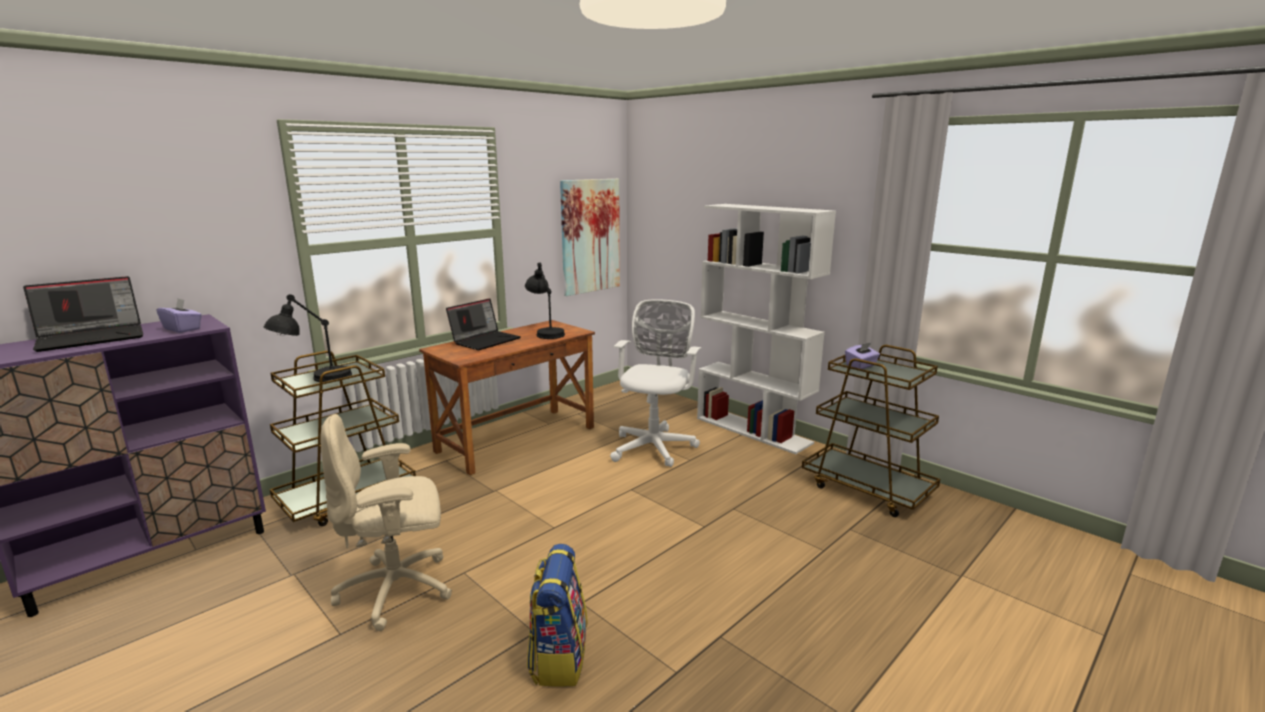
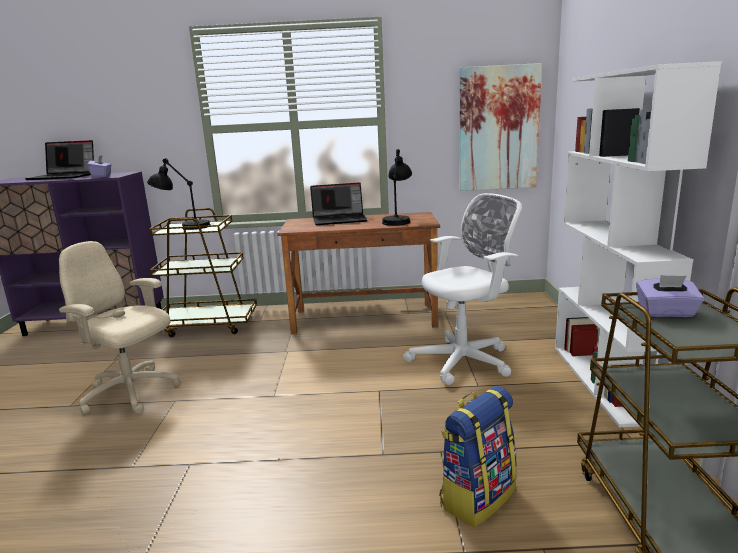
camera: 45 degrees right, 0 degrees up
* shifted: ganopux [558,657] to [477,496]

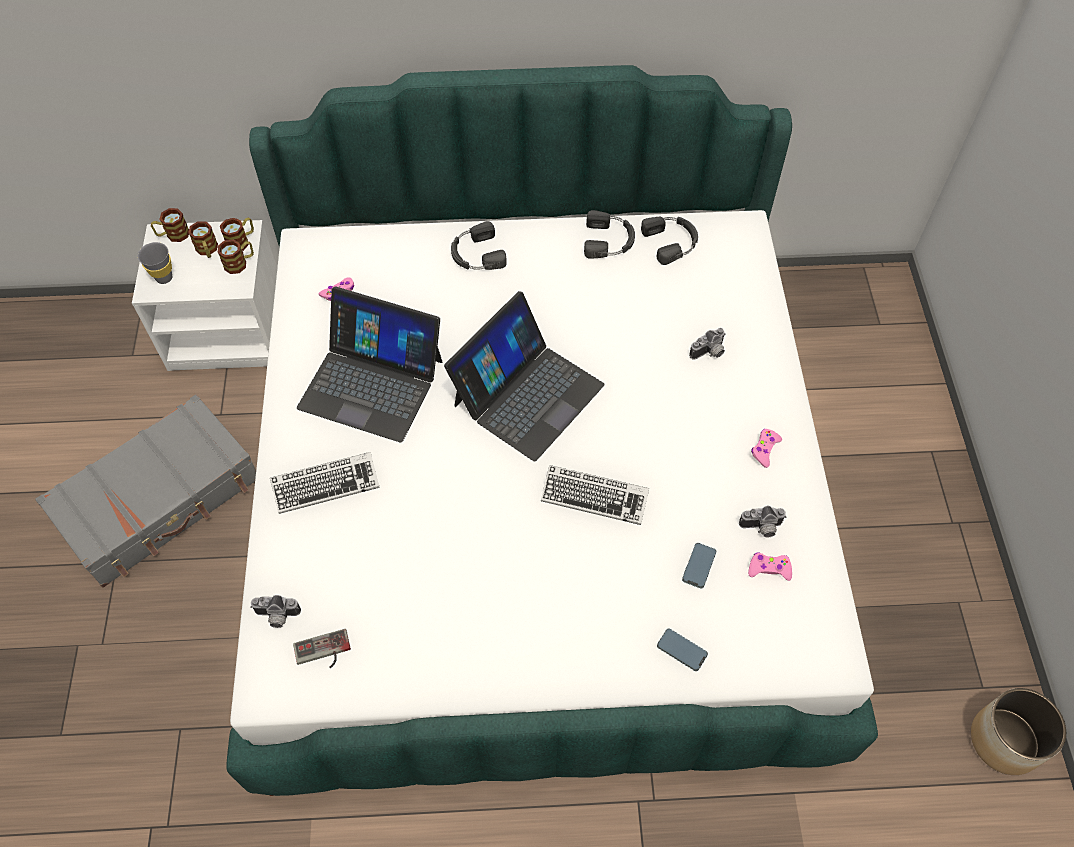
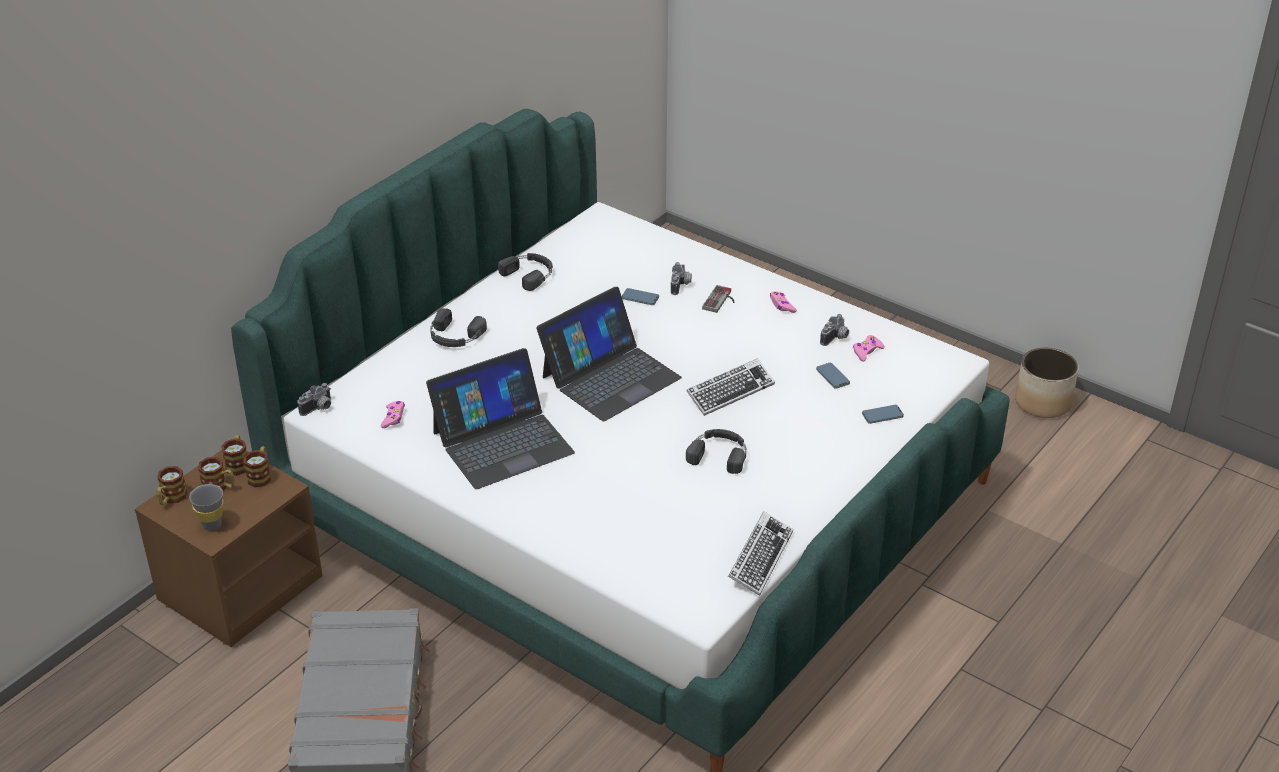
camera: 50 degrees left, 20 degrees down
* repainted: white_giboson [229,330] to brown_giboson [240,587]
* shifted: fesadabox [277,617] to [318,408]
* shifted: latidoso [326,485] to [760,558]
* shifted: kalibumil [323,653] to [721,301]
* rotated: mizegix [527,394] = [610,377] 60 degrees clockwise
* shifted: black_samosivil [672,241] to [719,454]
* new: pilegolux [640,298]

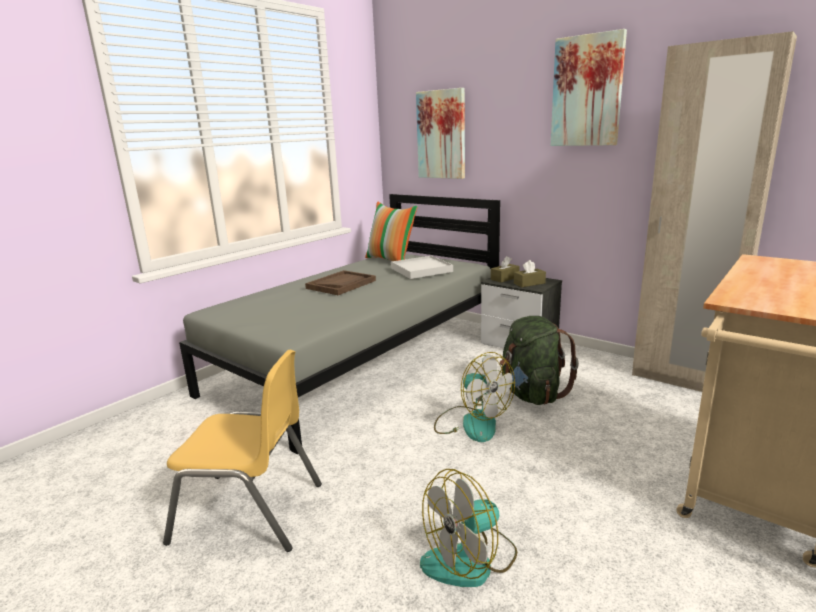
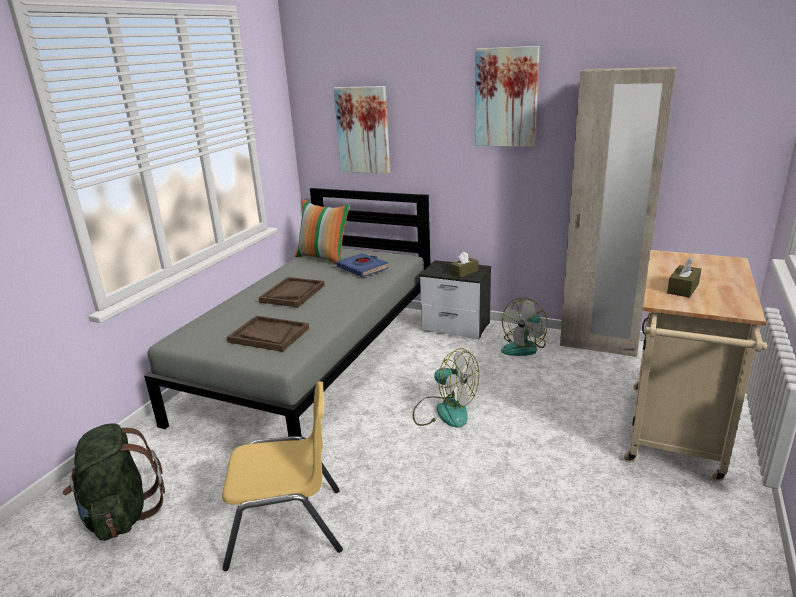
camera: 15 degrees left, 5 degrees up
* swapped: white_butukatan [421,270] to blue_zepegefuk [362,268]
* shifted: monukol [470,559] to [524,347]
* shifted: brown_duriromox [504,278] to [683,288]
* shifted: green_ganopux [531,394] to [121,514]
* new: brown_butukatan [268,335]

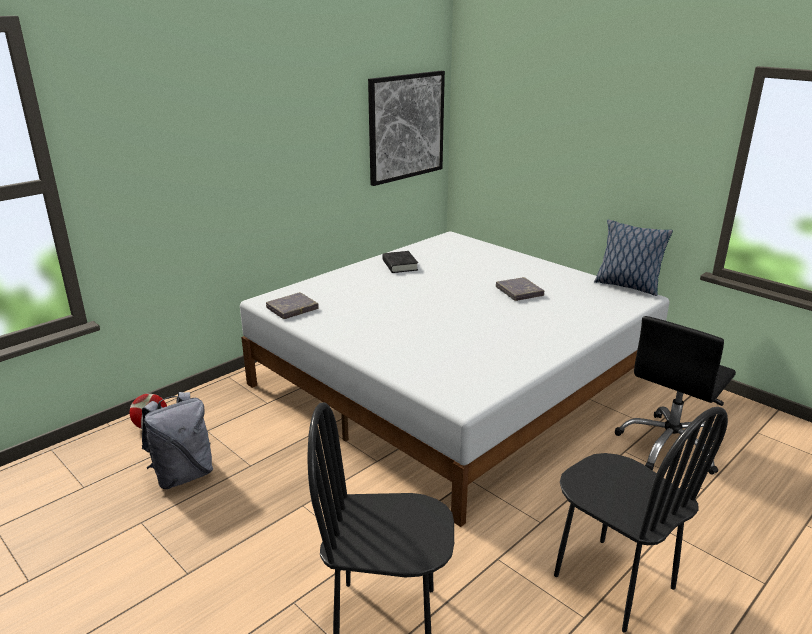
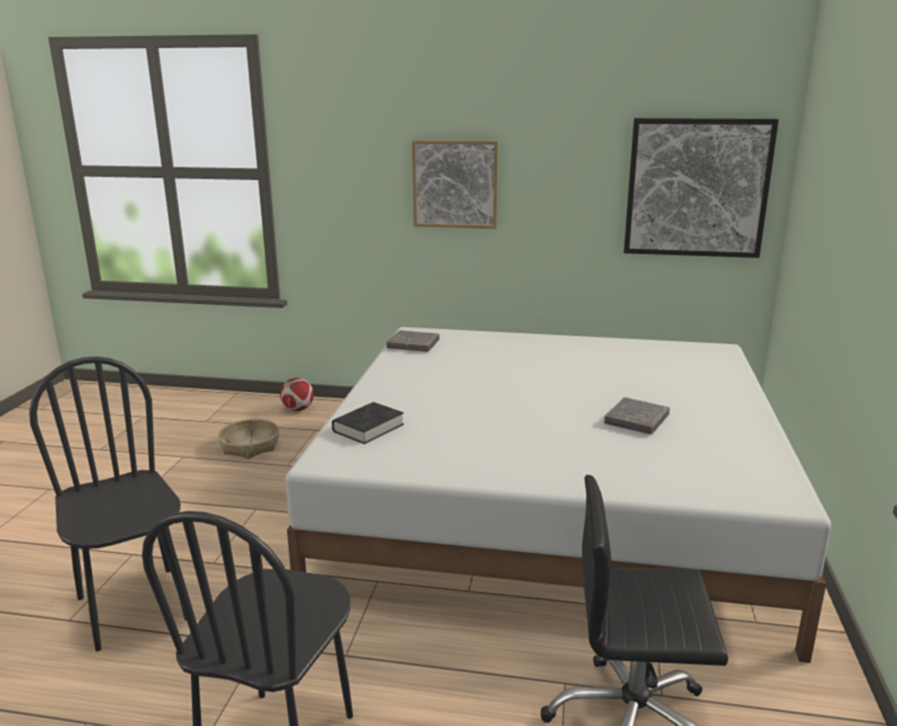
camera: 55 degrees right, 5 degrees down
* swapped: grey_ganopux [183,475] to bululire [250,446]
* shifted: black_zepegefuk [400,265] to [368,428]
* gone: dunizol [626,286]
* new: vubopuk [455,184]

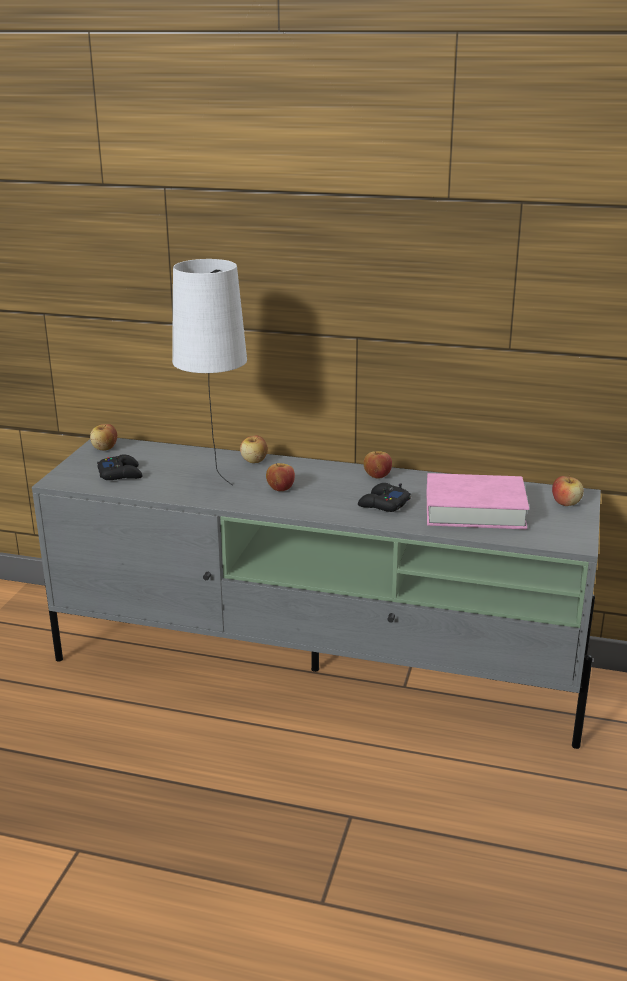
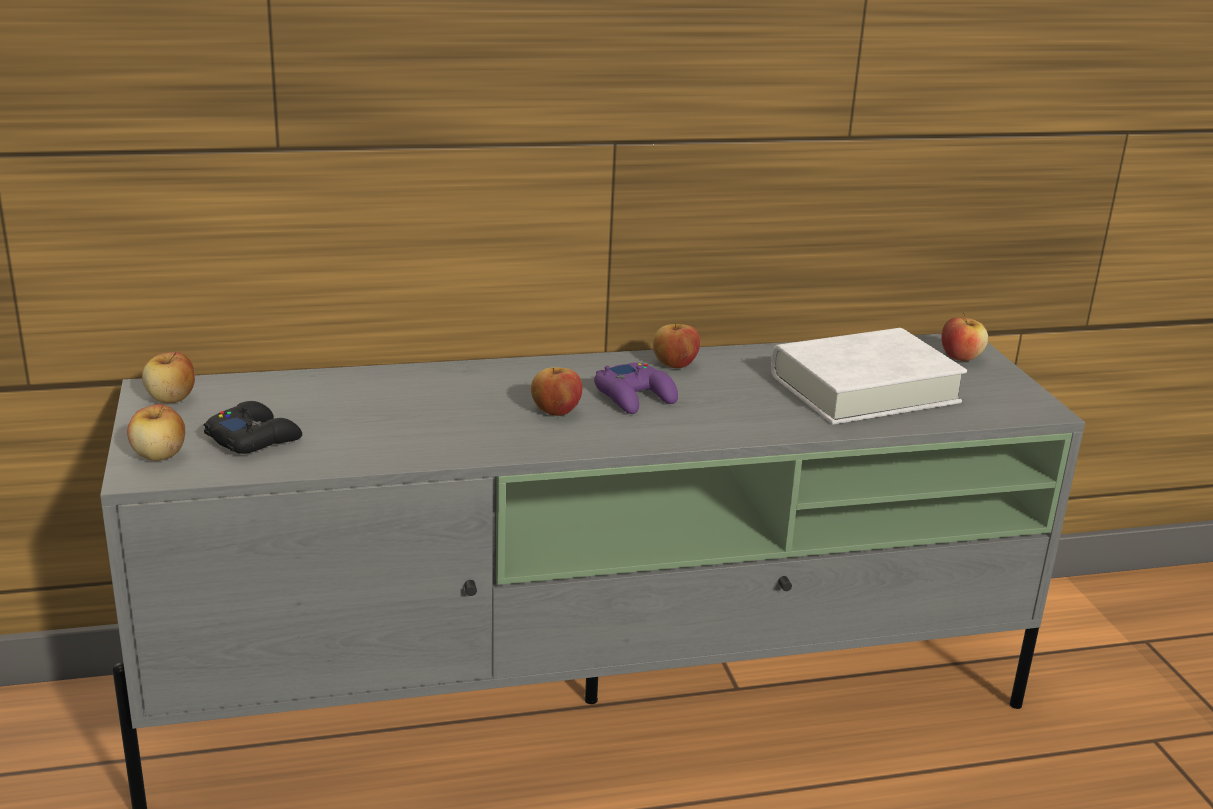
camera: 30 degrees left, 0 degrees up
* gone: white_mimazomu [215,483]
* shifted: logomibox [254,461] to [159,455]
* gone: black_kalibumil [383,504]
* repainted: pink_zepegefuk [475,509] to white_zepegefuk [864,389]
* new: purple_kalibumil [635,397]

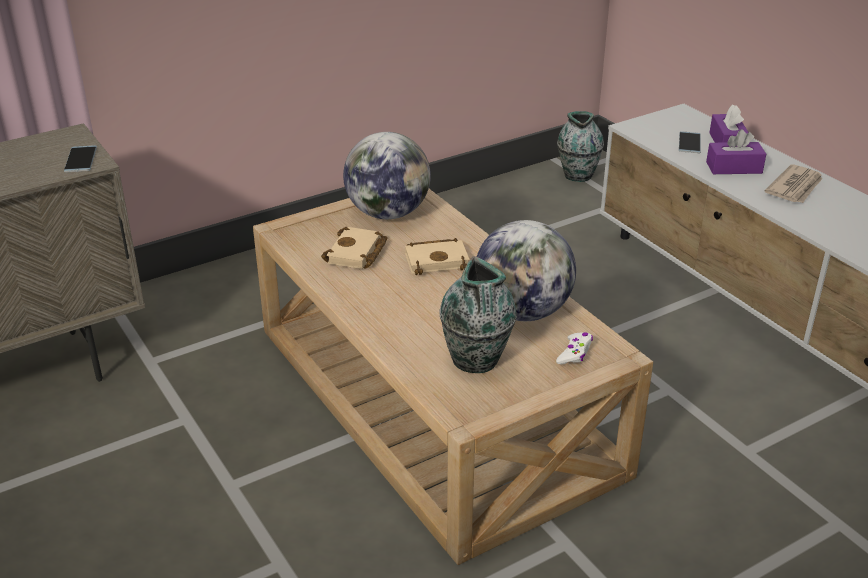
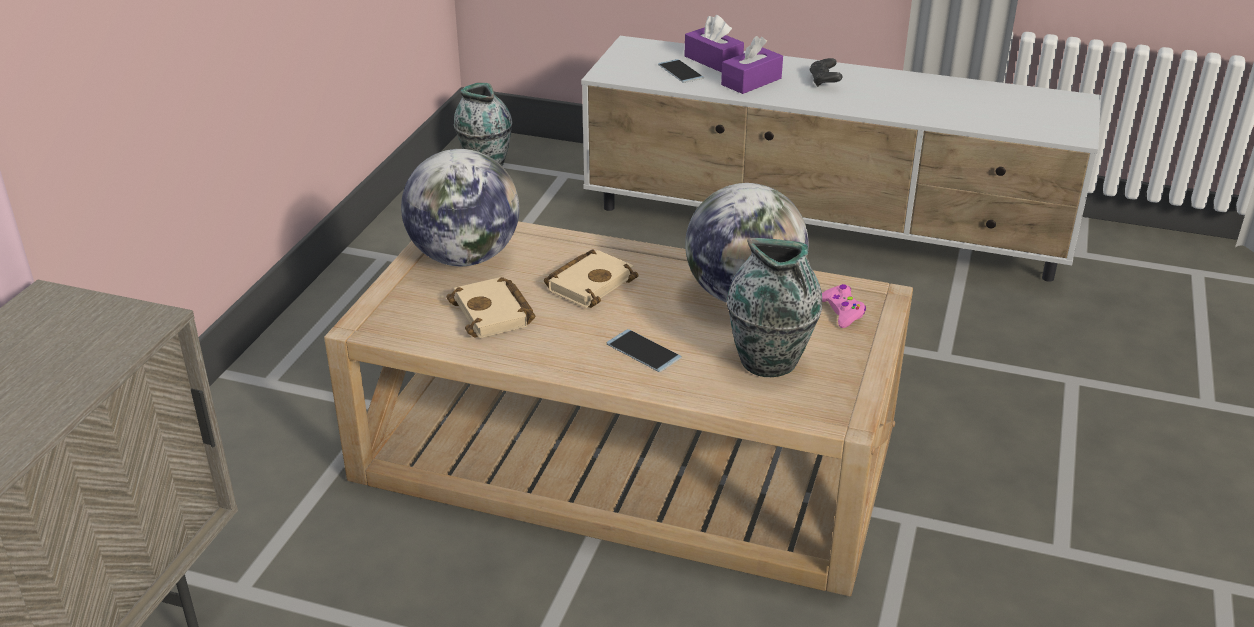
camera: 40 degrees left, 0 degrees up
* shifted: pilegolux [80,159] to [643,351]
* repainted: white_kalibumil [575,353] to pink_kalibumil [842,311]
* swapped: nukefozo [795,187] to black_kalibumil [824,81]

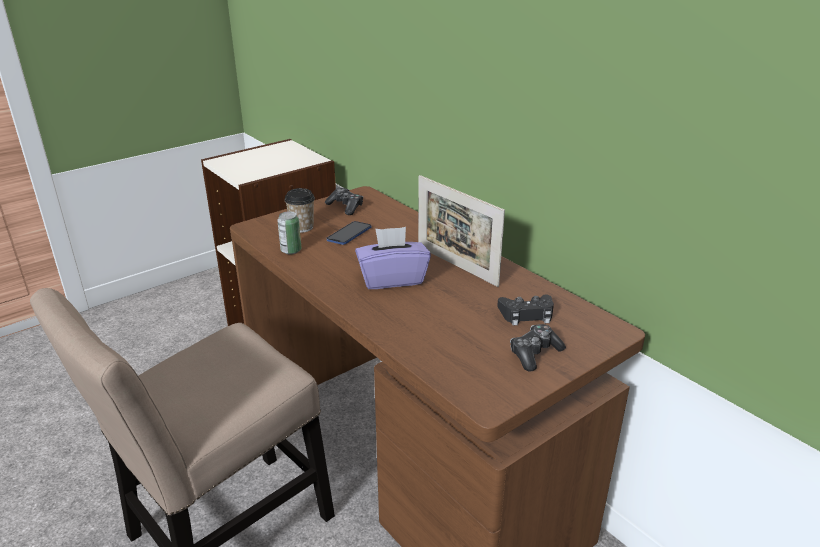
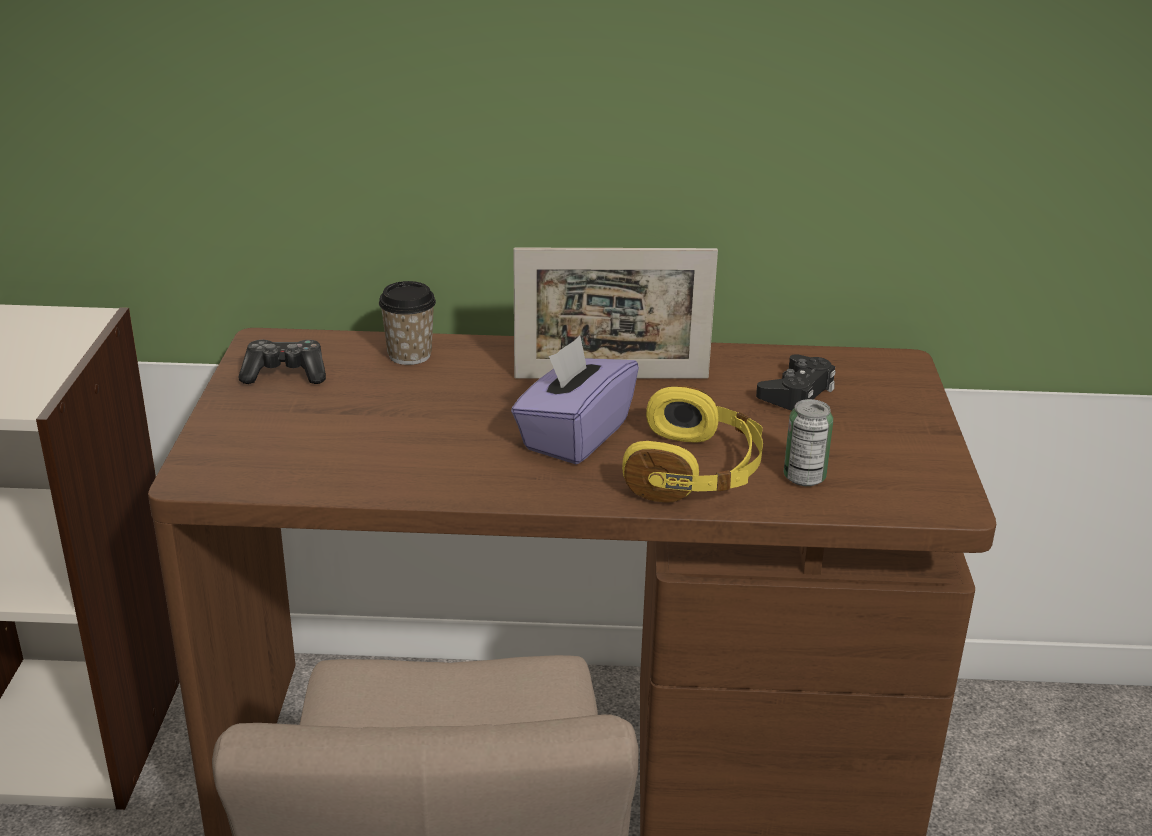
camera: 50 degrees left, 0 degrees up
* shifted: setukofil [291,250] to [804,477]
* shifted: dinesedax [302,227] to [409,355]
* gone: pilegolux [349,234]
* gone: kalibumil [534,354]
* new: yellow_samosivil [695,472]

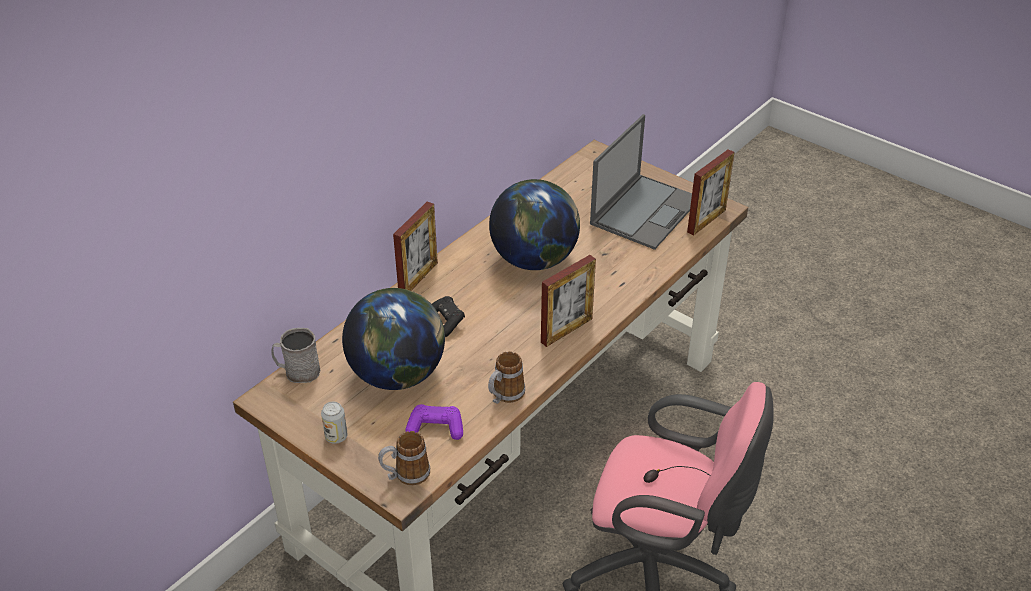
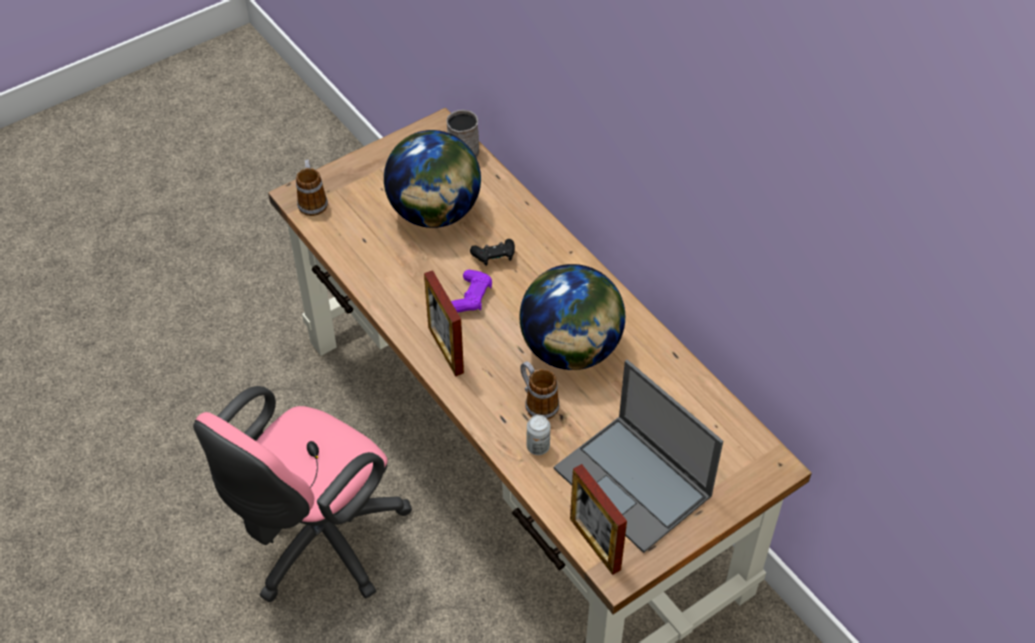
camera: 105 degrees right, 10 degrees up
* shifted: setukofil [336,436] to [538,447]
* gone: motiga [418,278]
* shifted: purple_kalibumil [436,428] to [471,297]
* shifted: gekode [504,396] to [537,402]

